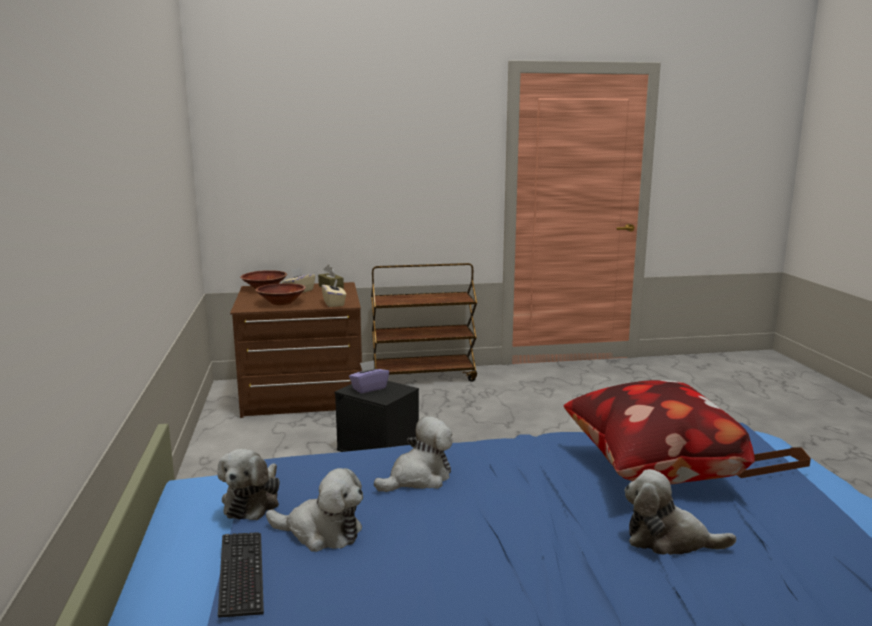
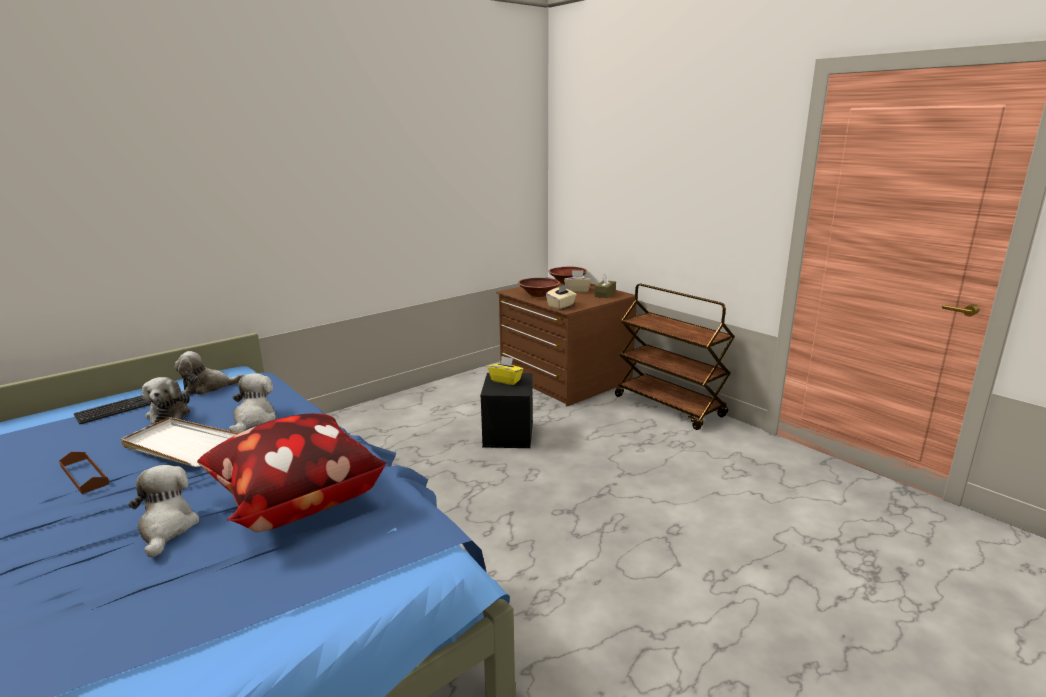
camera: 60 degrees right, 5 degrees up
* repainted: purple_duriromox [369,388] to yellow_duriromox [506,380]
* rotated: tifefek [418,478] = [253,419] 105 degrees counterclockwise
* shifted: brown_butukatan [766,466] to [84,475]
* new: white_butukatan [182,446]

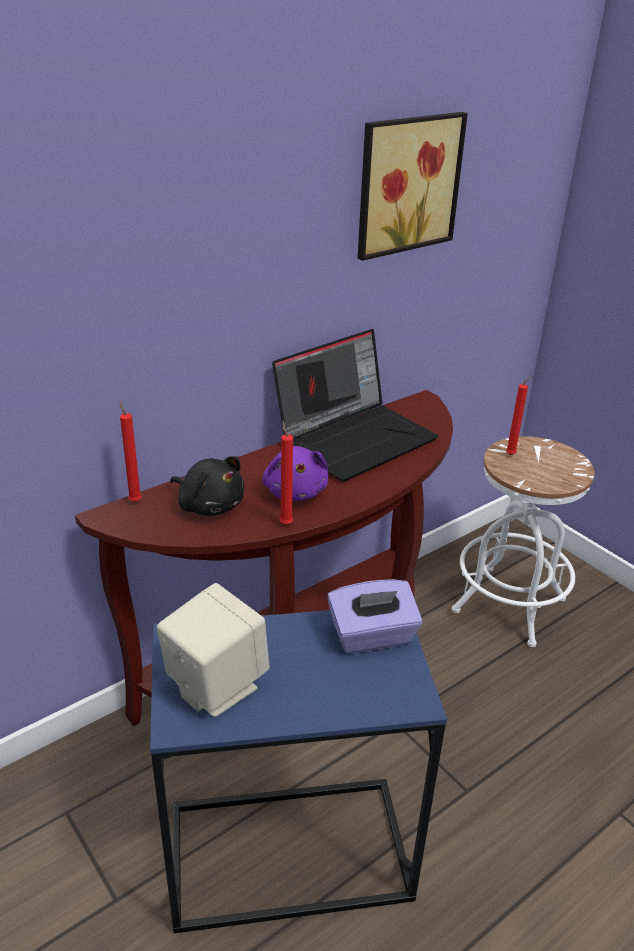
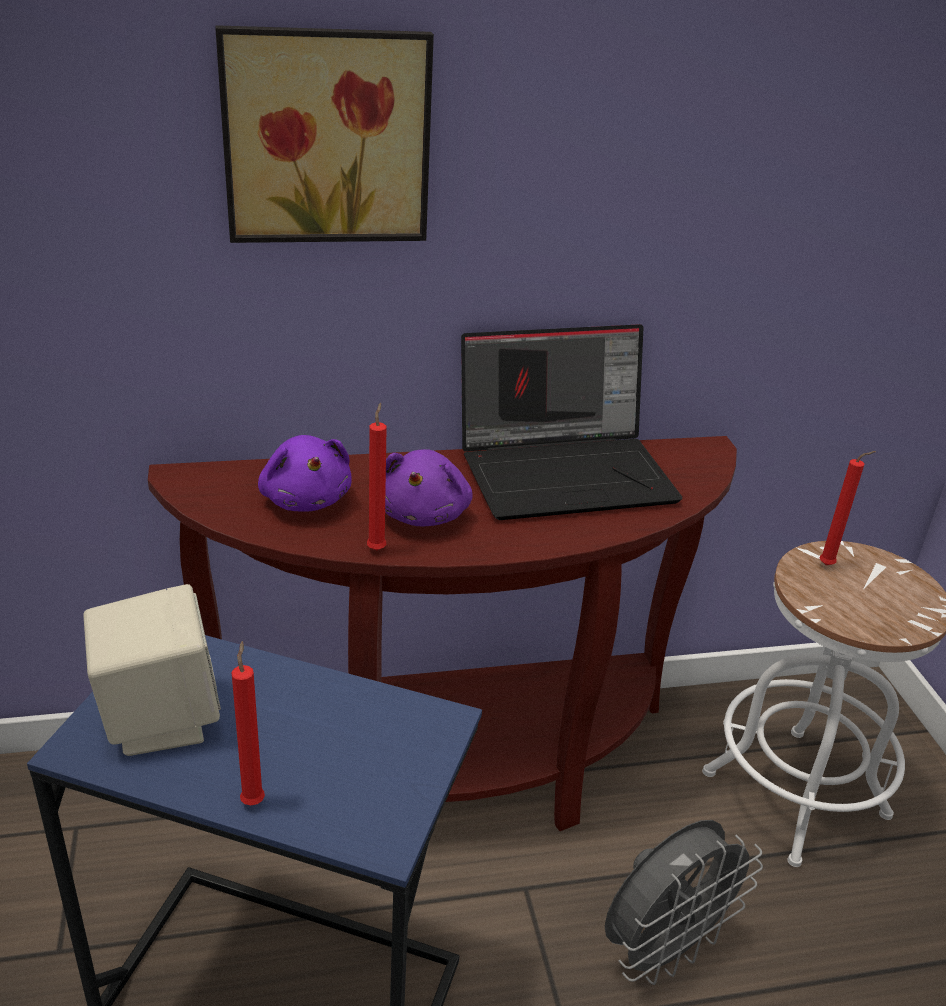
camera: 25 degrees right, 0 degrees up
* shifted: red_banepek [134,500] to [253,799]
* repainted: black_tifefek [209,505] to purple_tifefek [305,499]
* gone: purple_duriromox [372,636]
* shifted: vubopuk [405,184] to [326,136]
* new: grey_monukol [663,949]

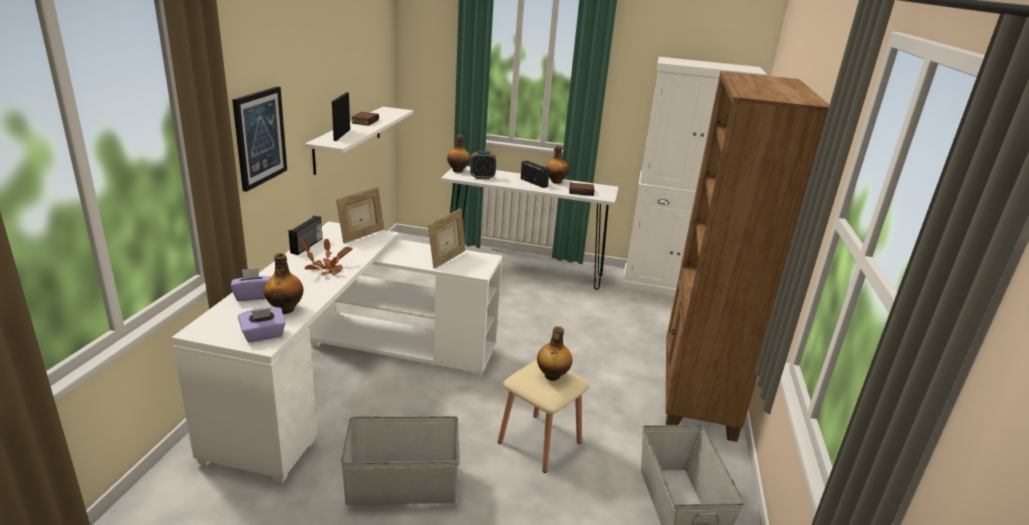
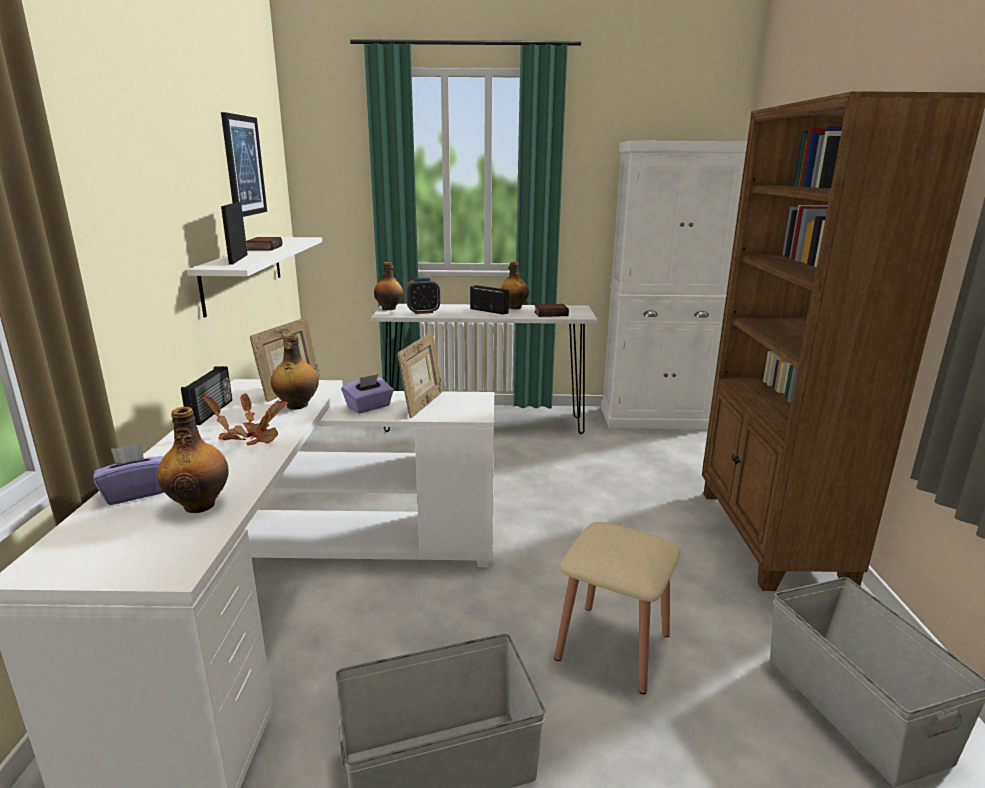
camera: 10 degrees left, 5 degrees down
* shifted: vubopuk [260,137] to [243,166]
* shifted: purple_duriromox [263,335] to [369,407]
* shifted: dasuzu [552,376] to [297,406]

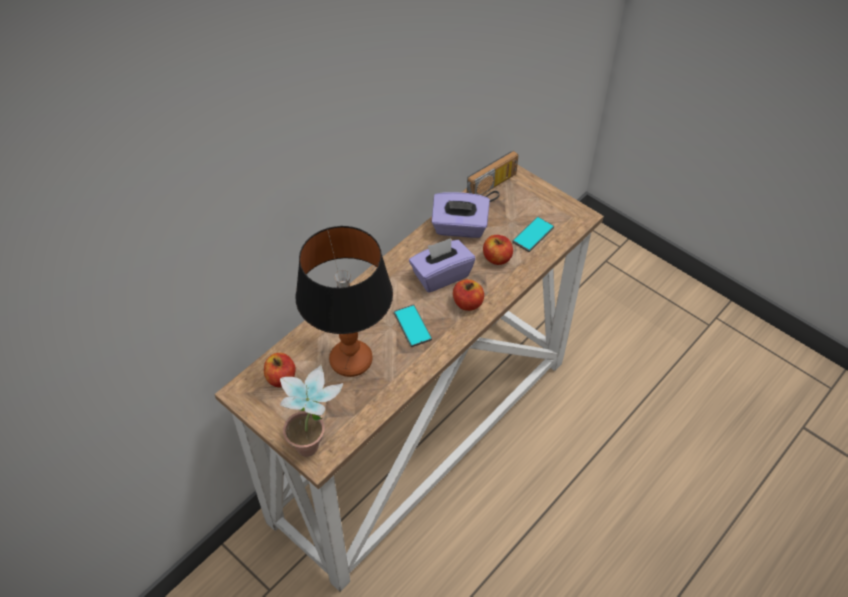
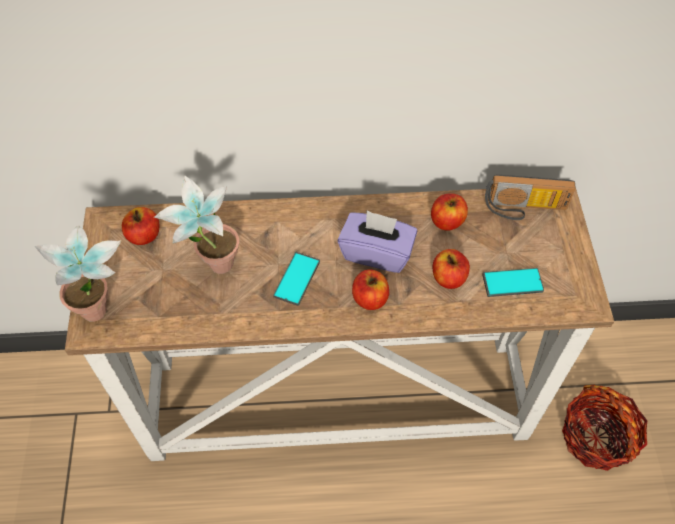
camera: 45 degrees right, 5 degrees up
* swapped: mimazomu [351,360] to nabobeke [212,267]
* swapped: purple_duriromox [459,227] to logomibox [447,221]
* new: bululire [596,437]

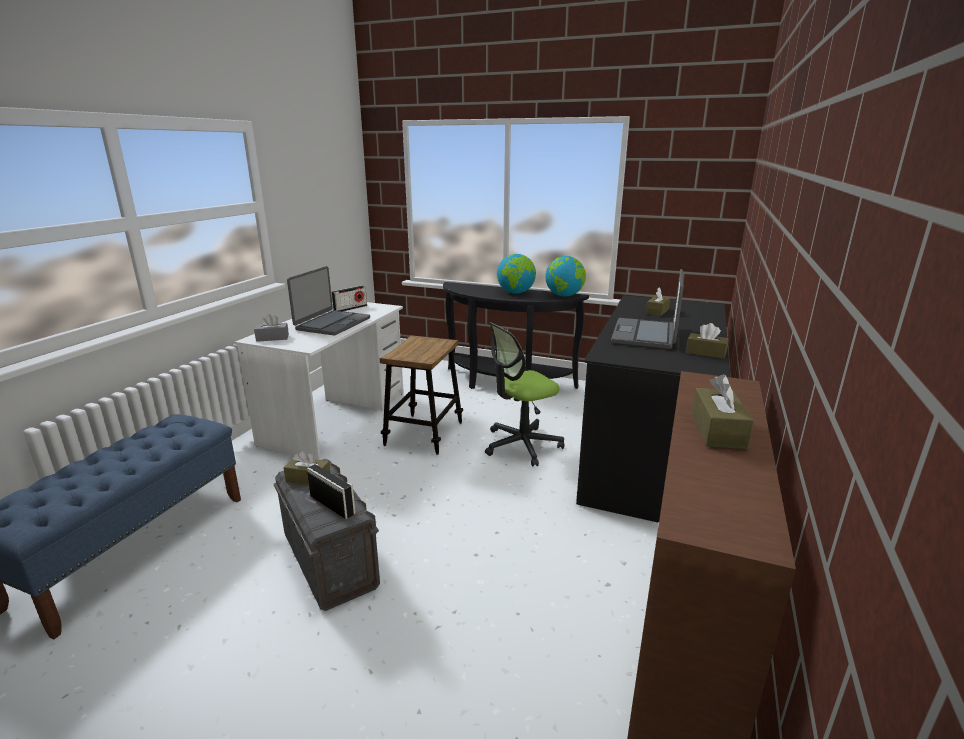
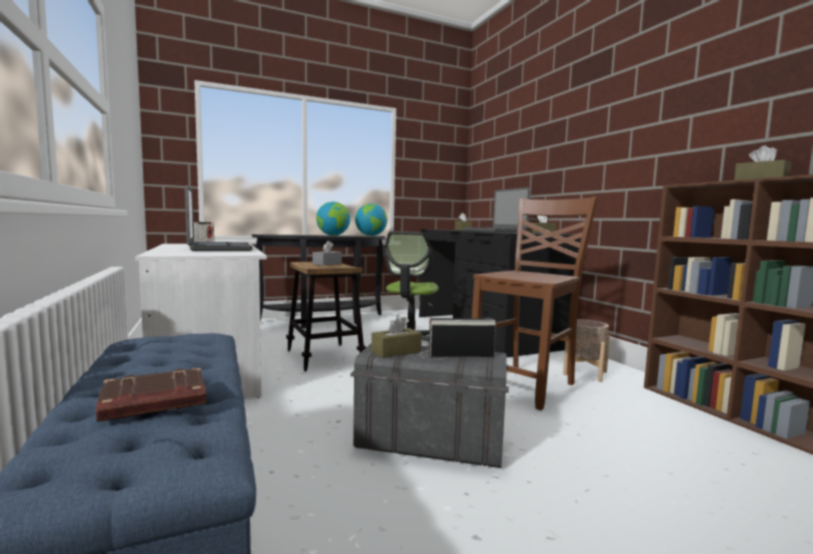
camera: 45 degrees left, 15 degrees down
* shifted: grey_duriromox [272,338] to [327,263]
* new: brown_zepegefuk [153,402]
* new: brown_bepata [526,386]
* new: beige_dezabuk [584,373]

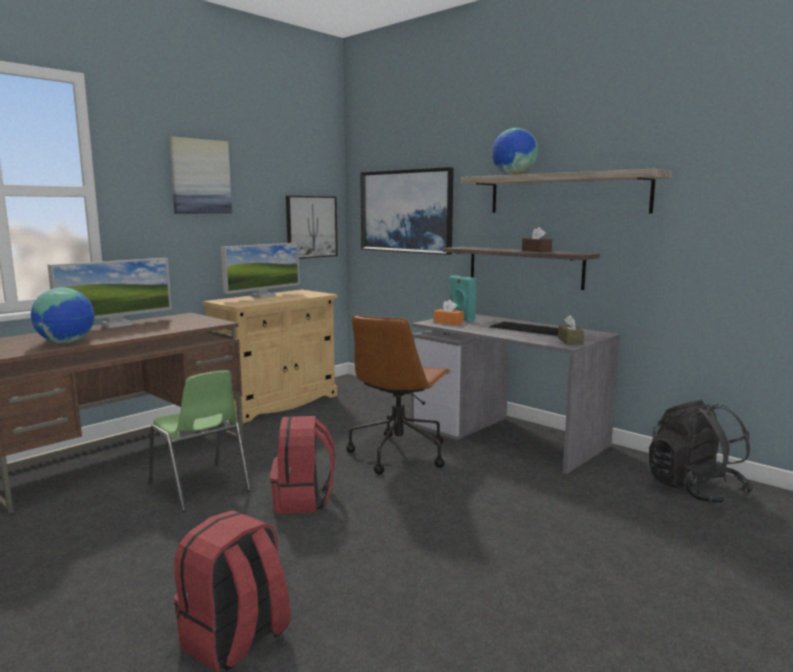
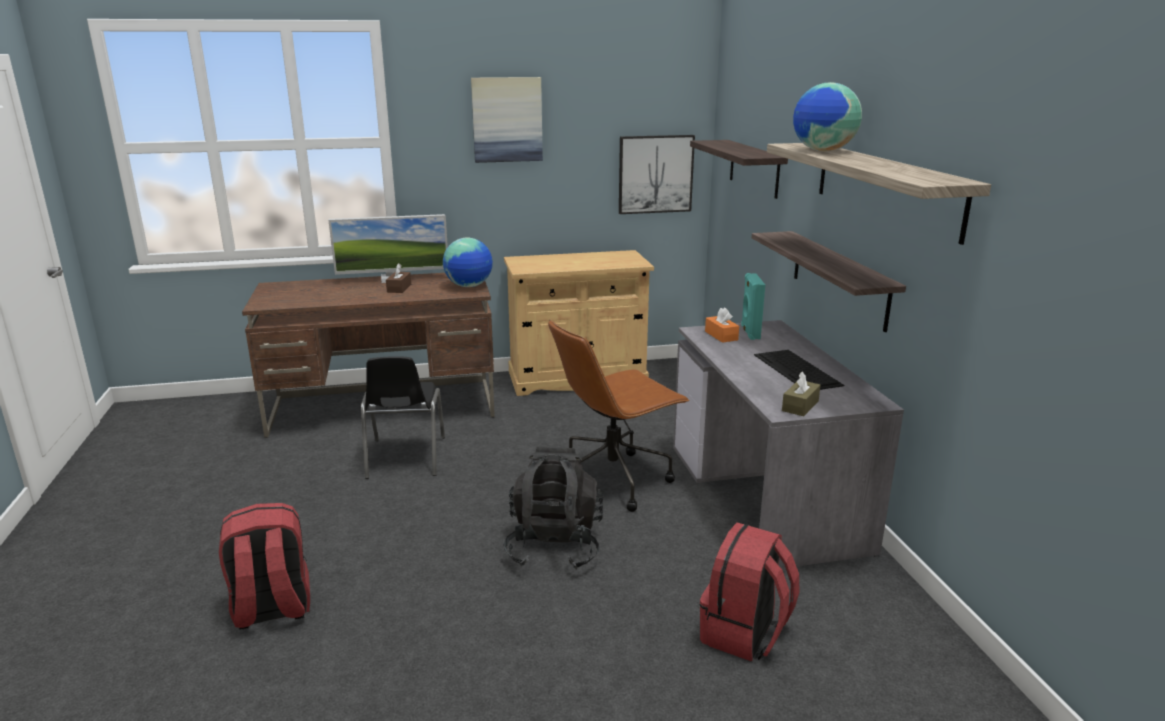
camera: 35 degrees right, 10 degrees up
* shifted: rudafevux [67,342] to [469,286]
* repainted: green_bepata [200,487] to black_bepata [404,458]
* gone: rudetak [263,296]
* shifted: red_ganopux [303,500] to [745,634]
* swapped: vubopuk [406,211] to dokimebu [754,168]
* shifted: brown_duriromox [536,251] to [399,288]
* shifted: black_ganopux [694,489] to [554,546]

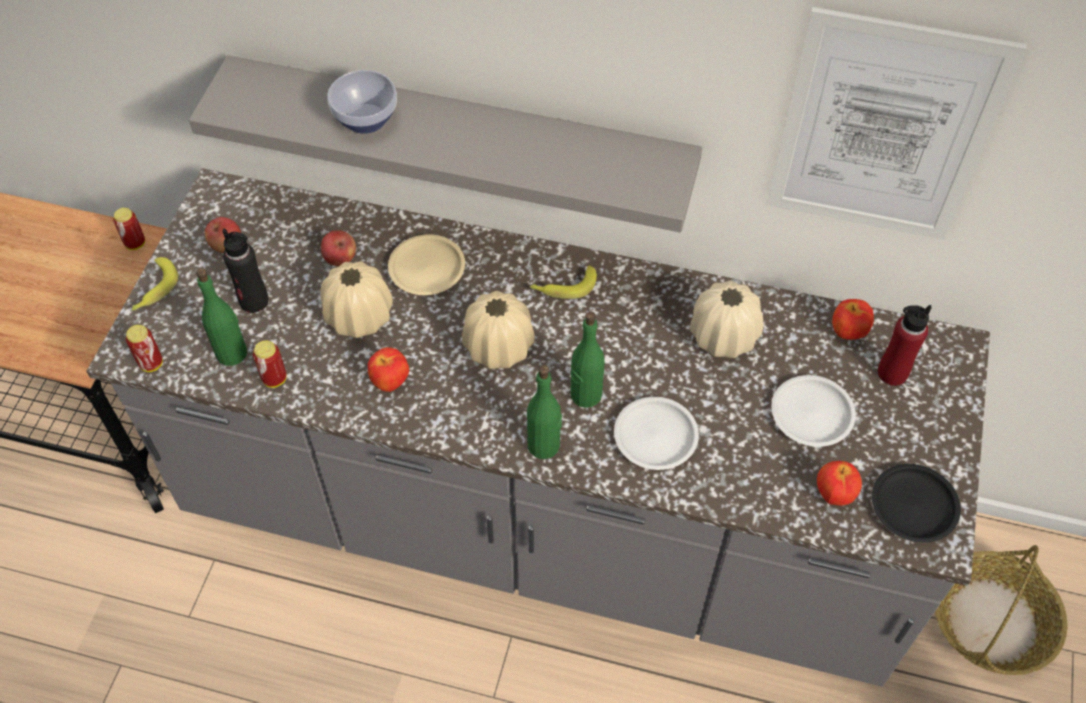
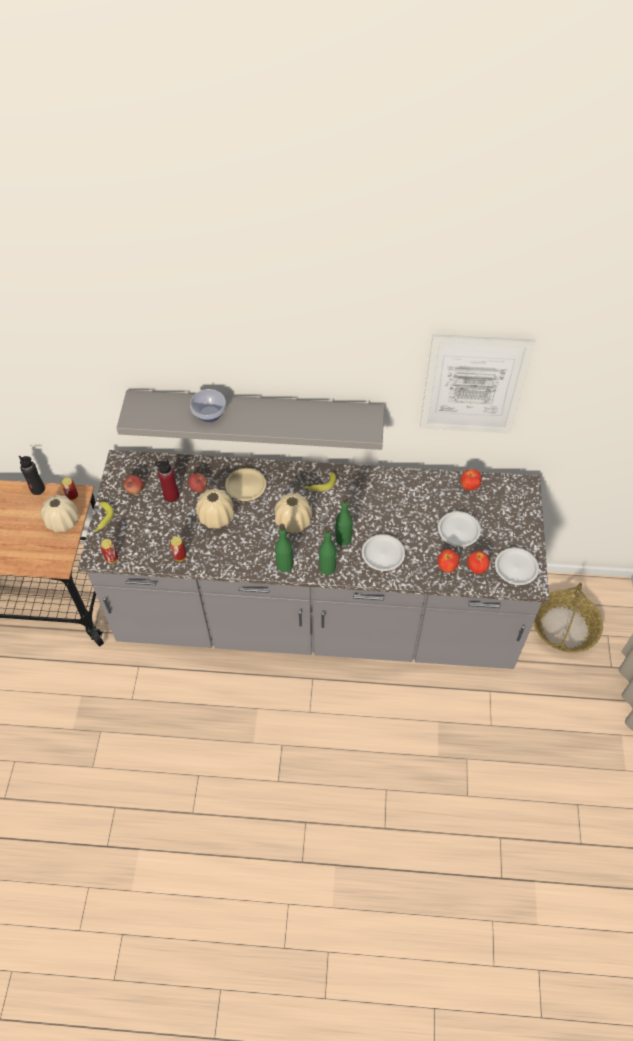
camera: 10 degrees left, 0 degrees up
* shifted: green_dasuzu [232,353] to [284,565]
* shifted: black_dasuzu [254,301] to [38,489]
* shifted: logomibox [390,382] to [447,567]
* shifted: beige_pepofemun [723,337] to [63,522]
* repainted: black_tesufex [914,506] to white_tesufex [516,568]
* shifted: red_dasuzu [892,373] to [171,496]

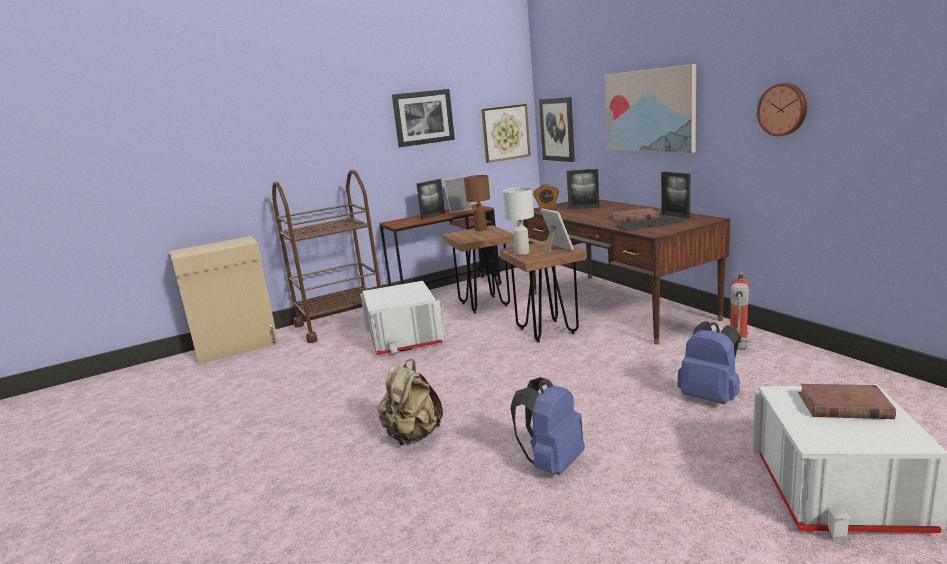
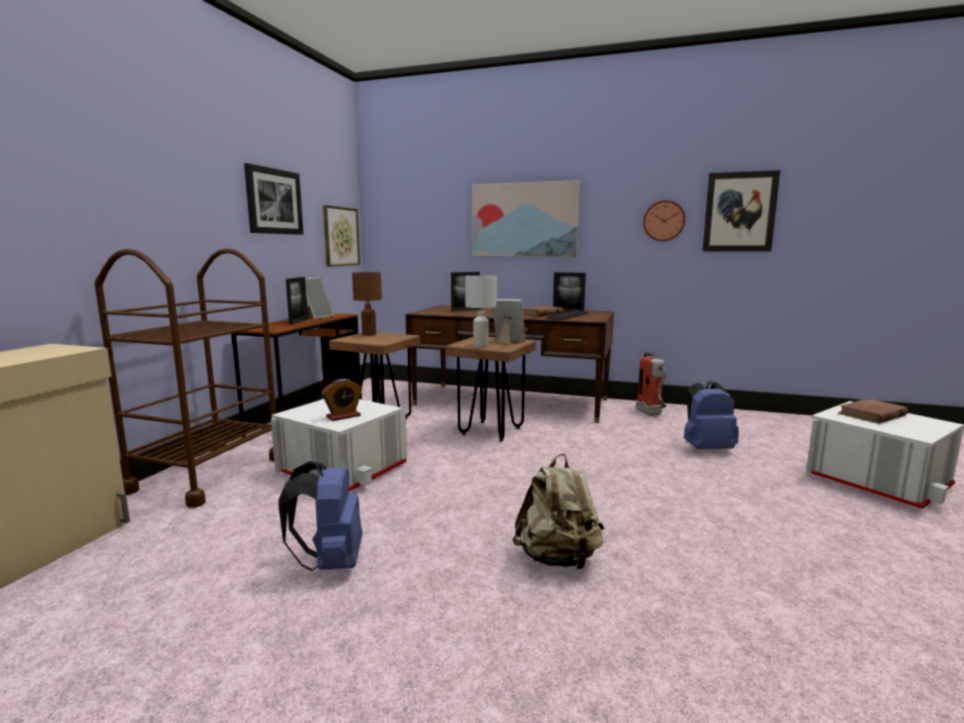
camera: 45 degrees left, 5 degrees down
* shifted: blue_ganopux [552,463] to [330,562]
* shifted: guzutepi [547,209] to [343,416]
* shifted: vubopuk [557,129] to [739,212]

